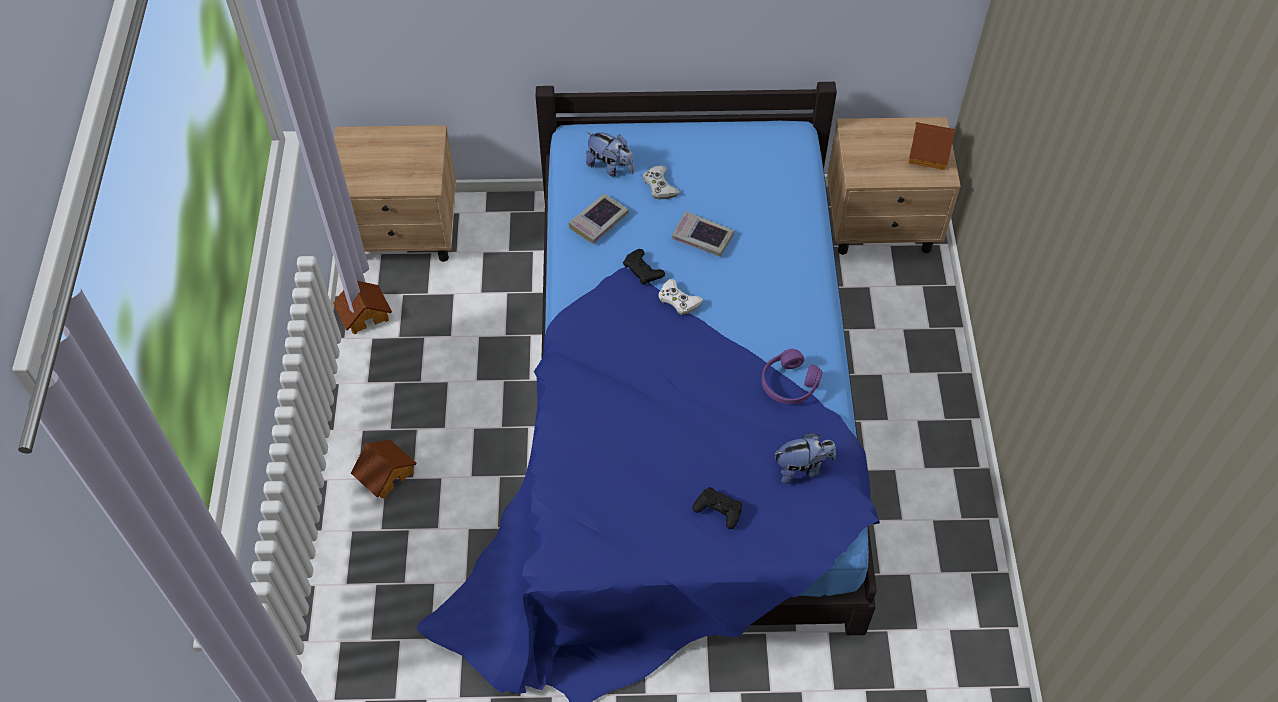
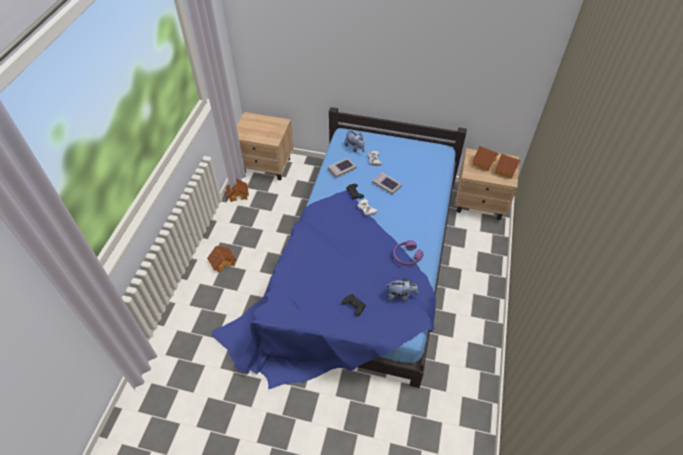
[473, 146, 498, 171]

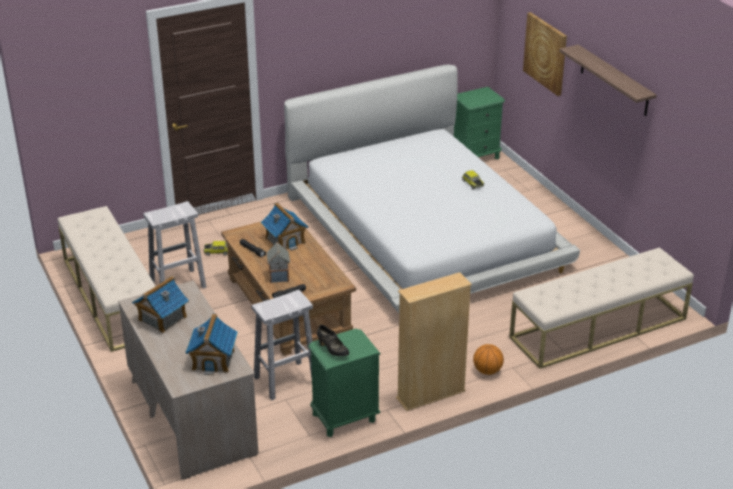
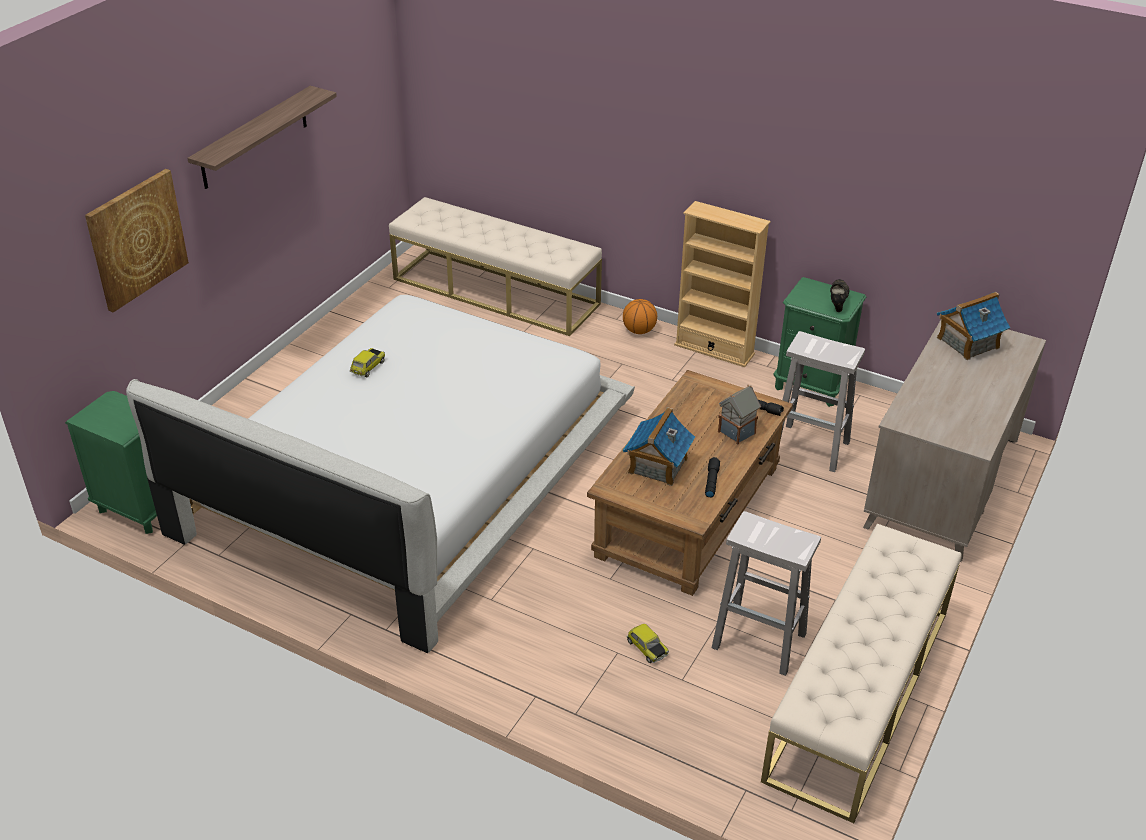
[132, 276, 189, 333] (first image)

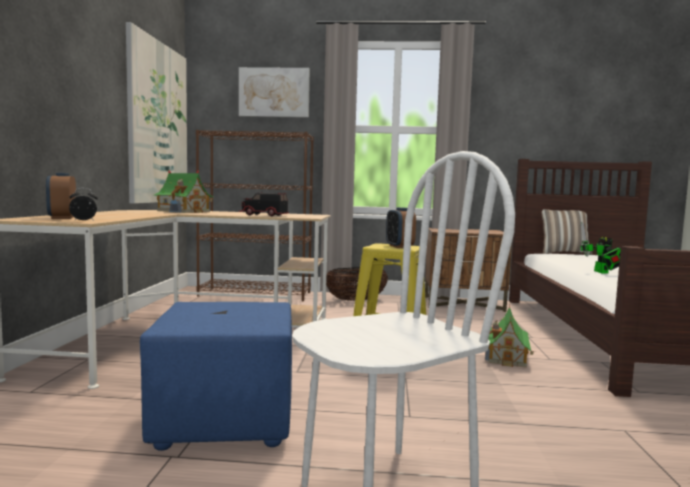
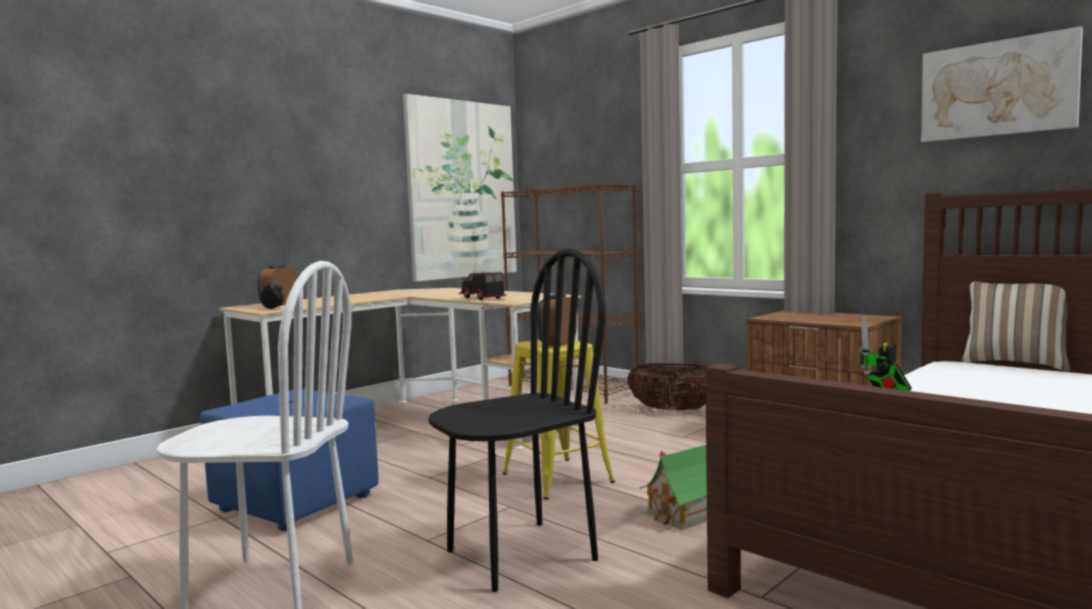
[153, 170, 213, 213] (first image)
[921, 26, 1083, 142]
[428, 248, 606, 592]

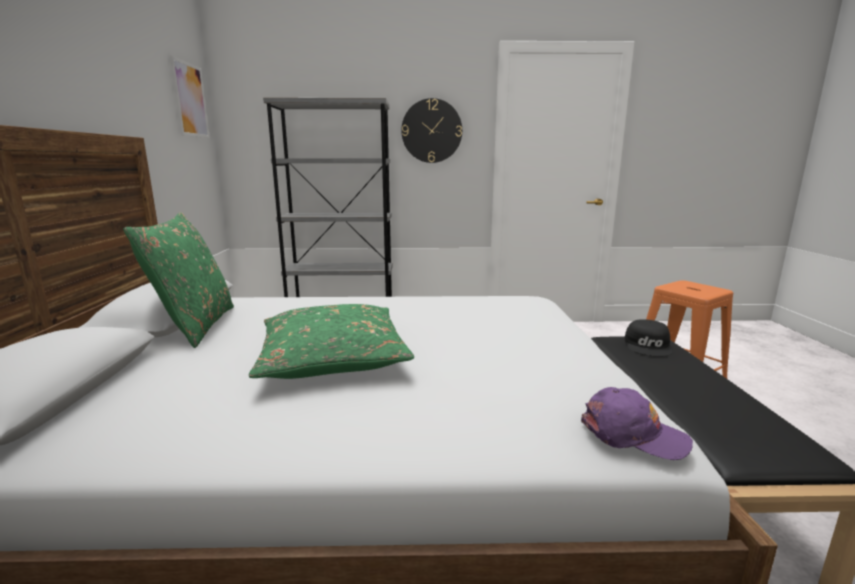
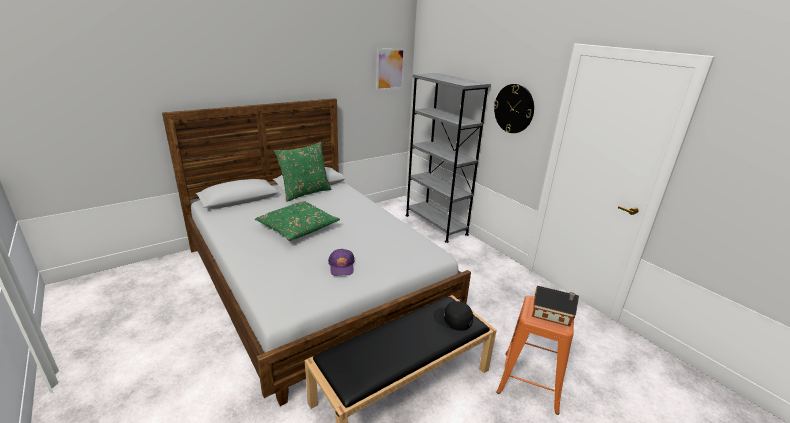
[328, 249, 355, 276]
[434, 301, 473, 331]
[532, 286, 579, 327]

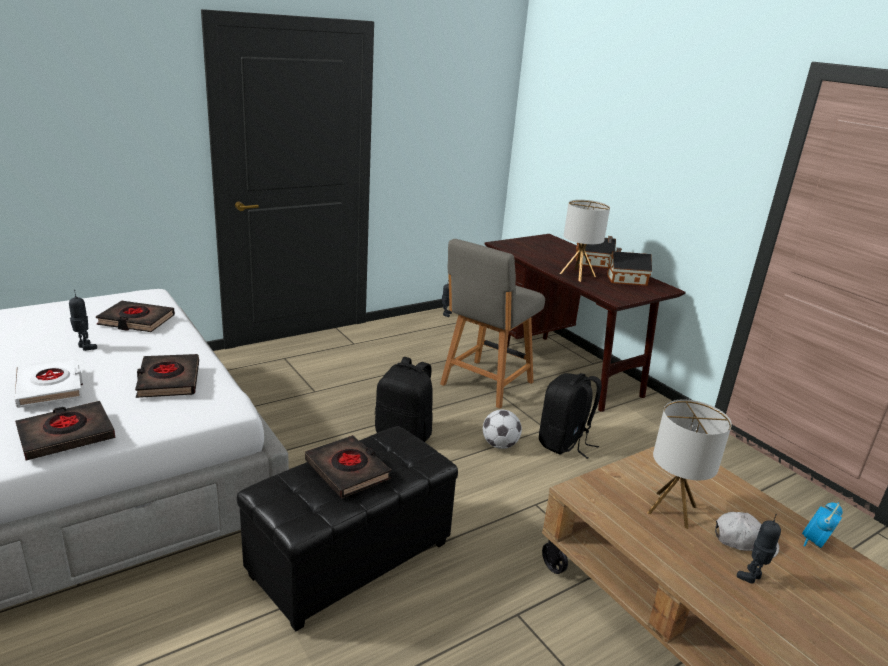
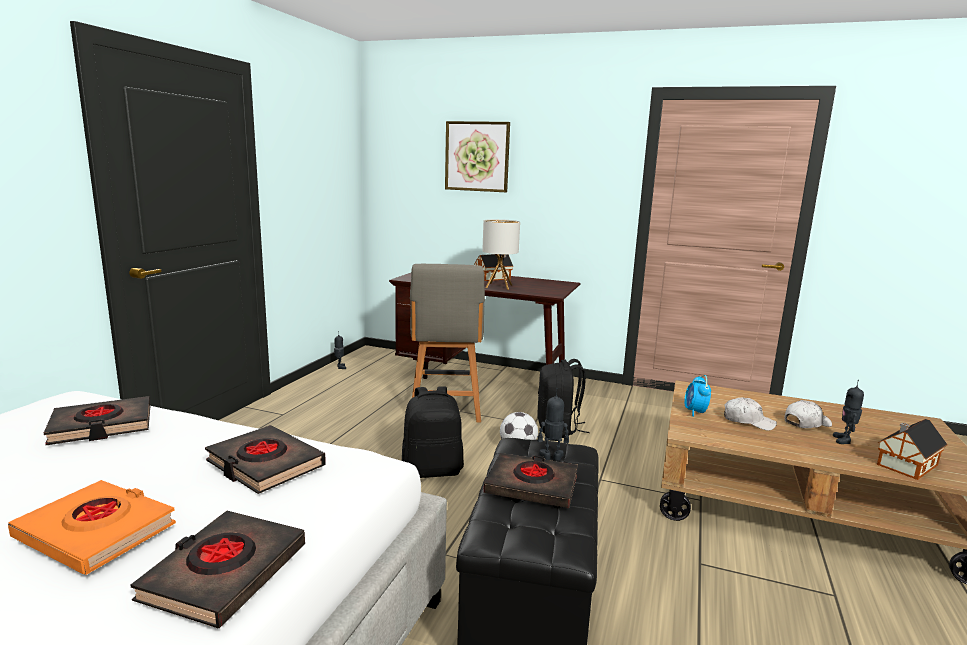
[8, 480, 176, 575]
[537, 388, 569, 461]
[877, 419, 948, 480]
[724, 397, 777, 431]
[684, 375, 711, 417]
[445, 121, 510, 192]

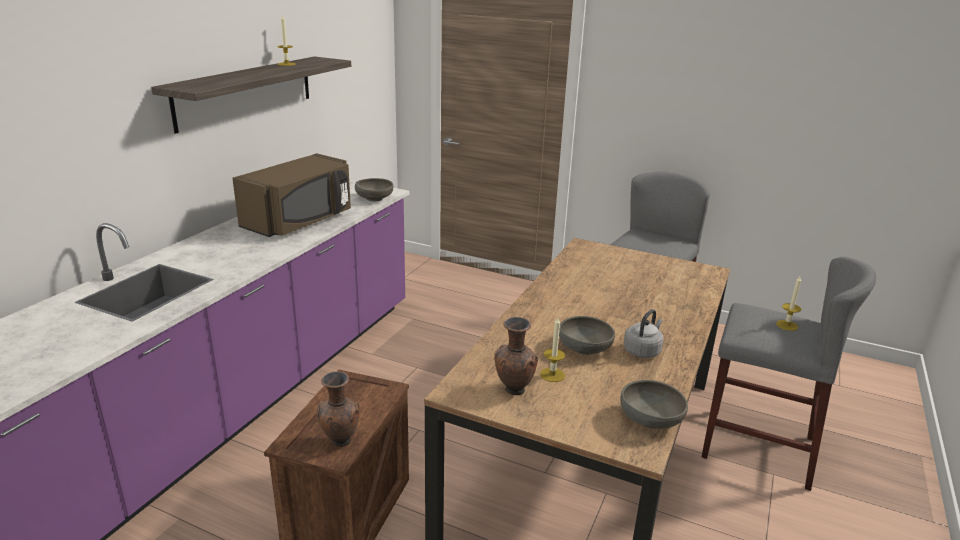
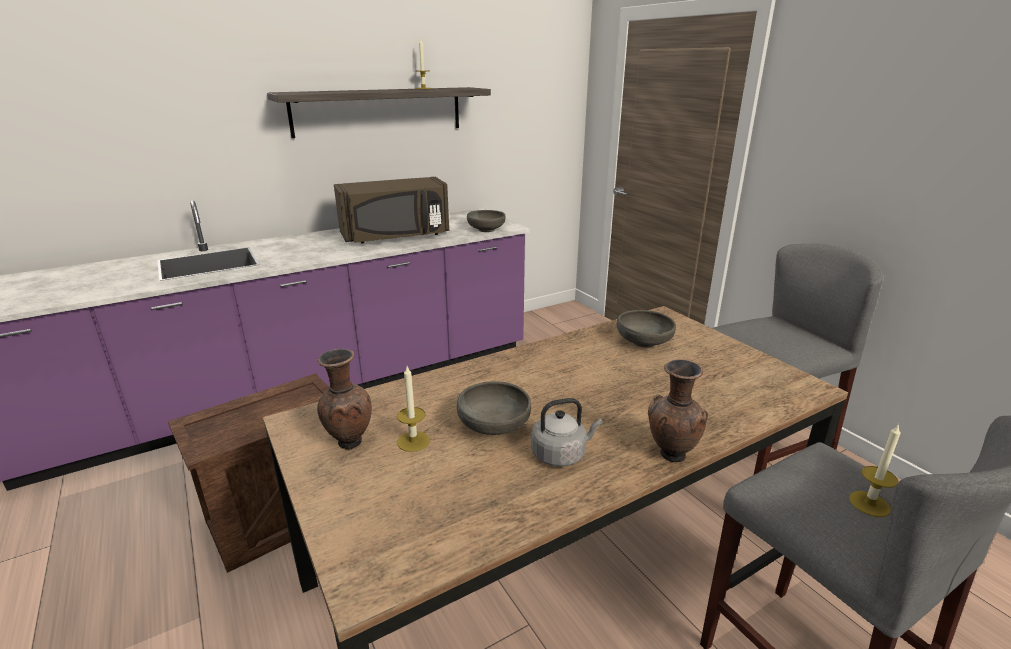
[648, 359, 708, 462]
[617, 310, 676, 347]

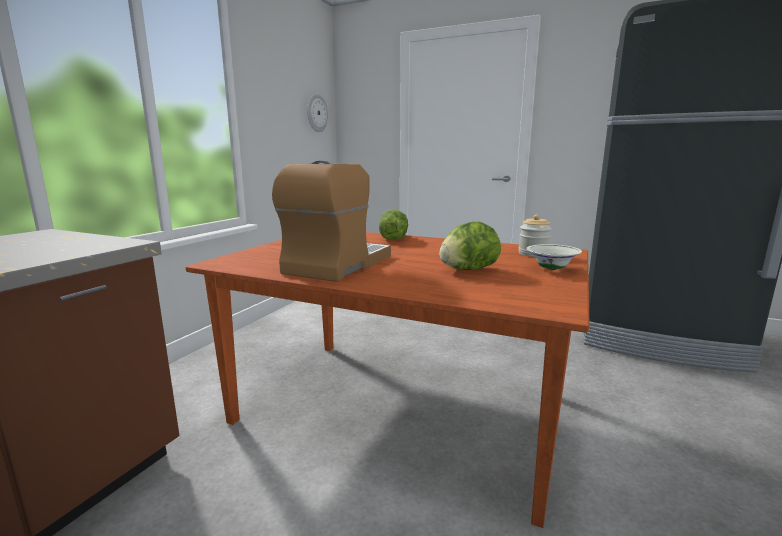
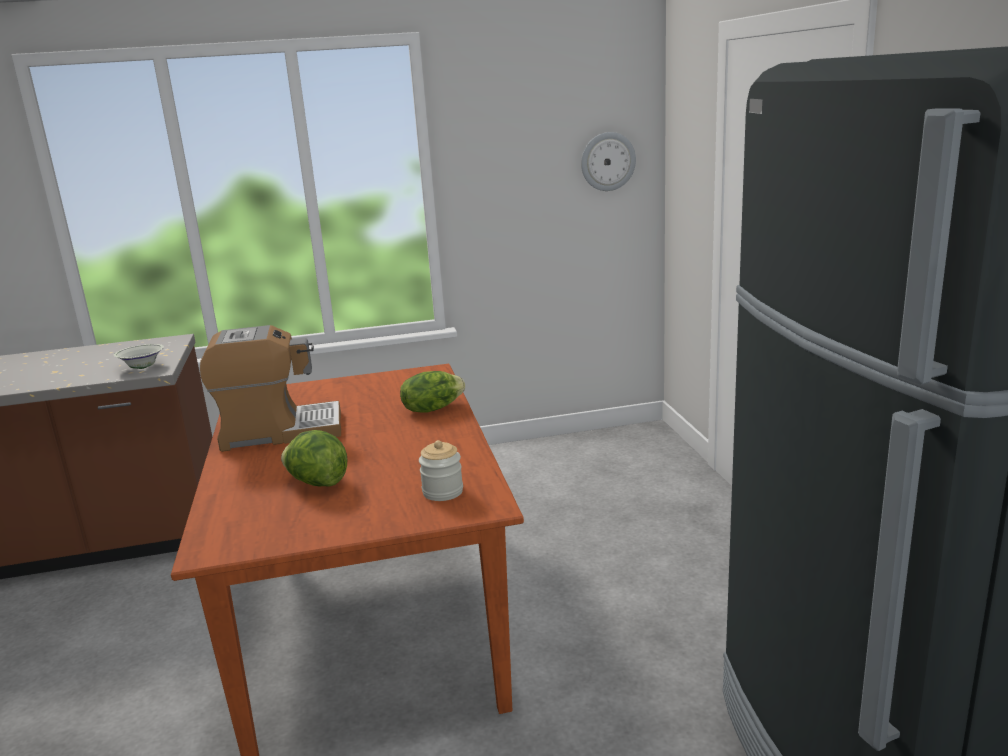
[114, 344, 164, 369]

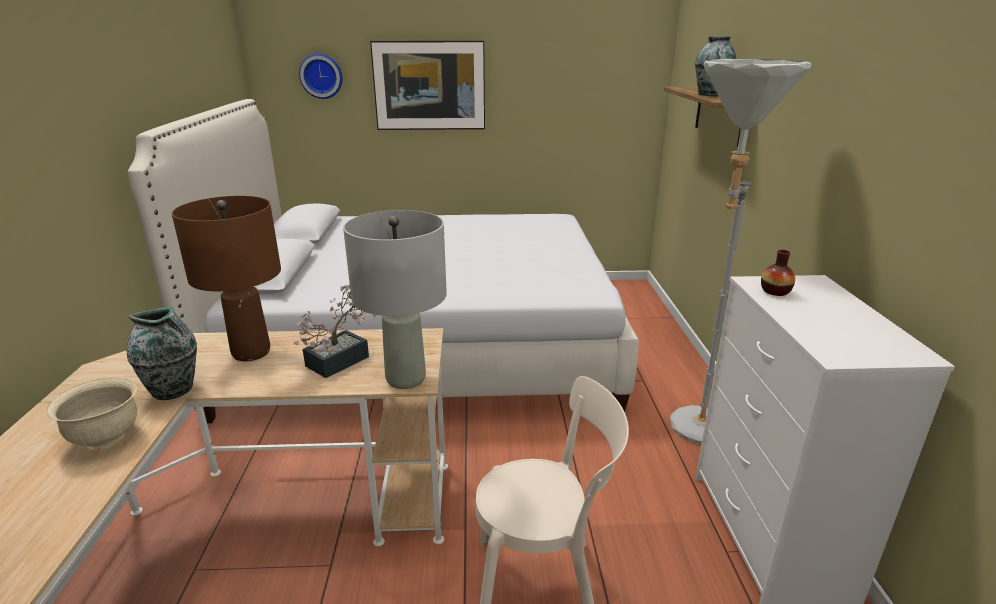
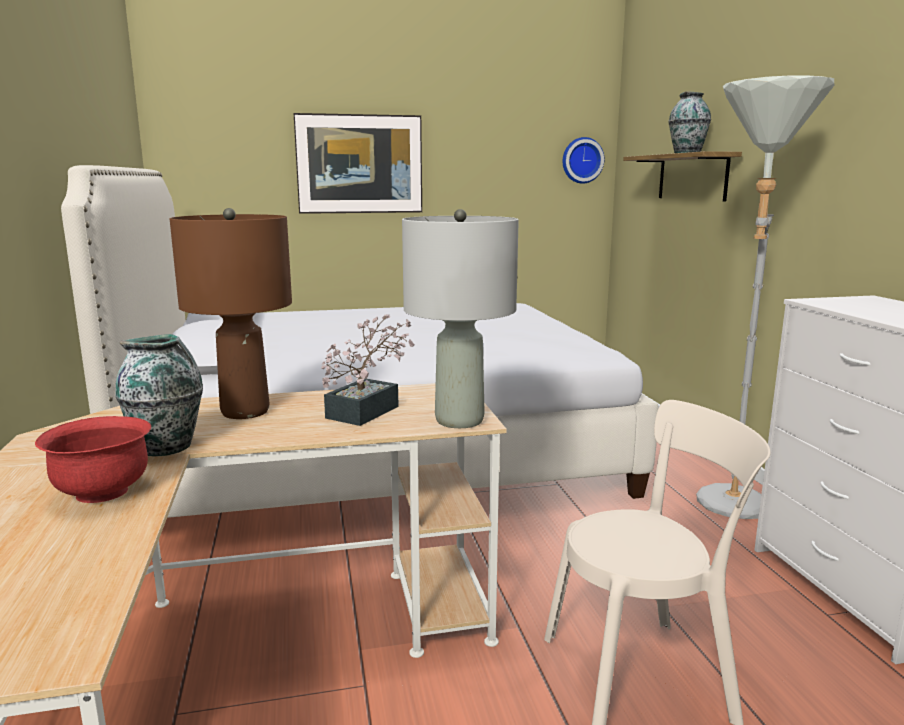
[35, 416, 151, 503]
[563, 137, 604, 184]
[761, 250, 795, 296] (first image)

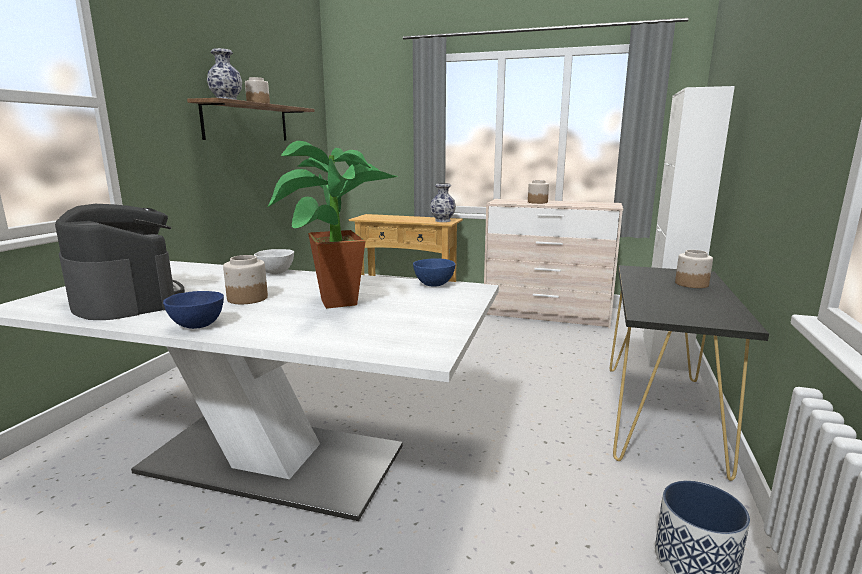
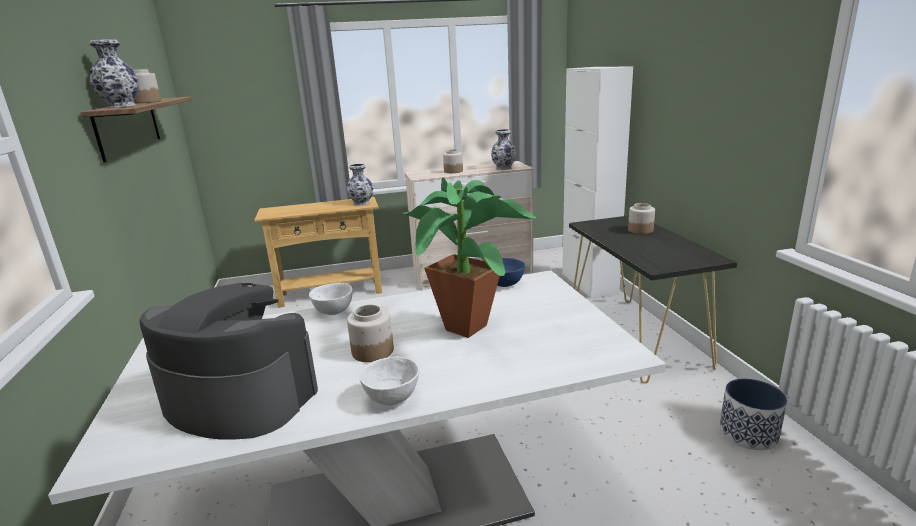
[359, 357, 419, 405]
[491, 129, 516, 170]

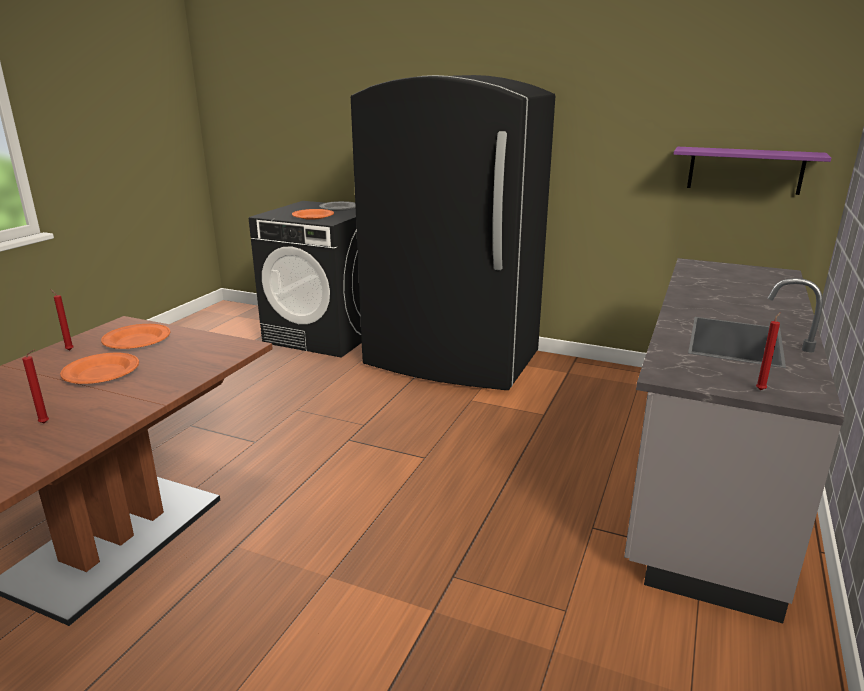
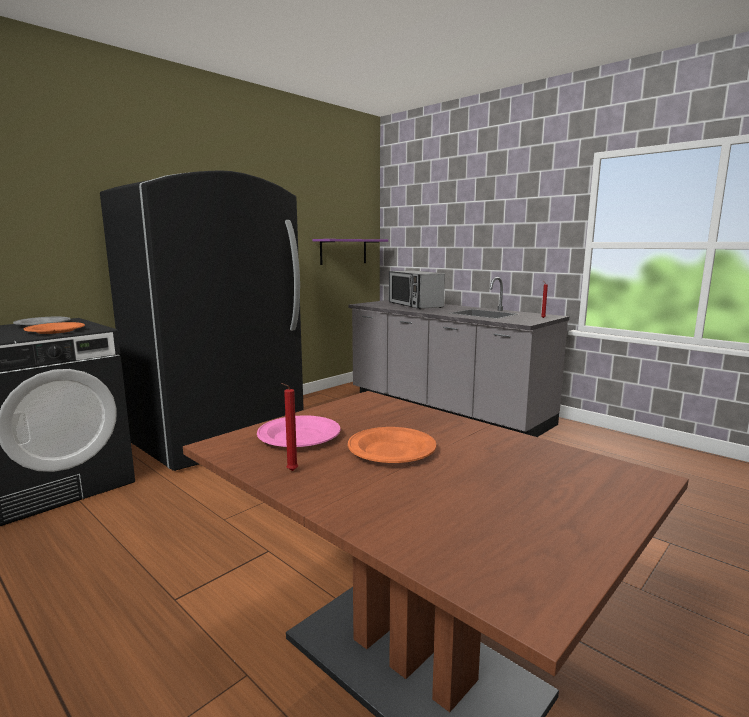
[22, 349, 49, 423] (first image)
[257, 415, 341, 447]
[389, 270, 445, 309]

